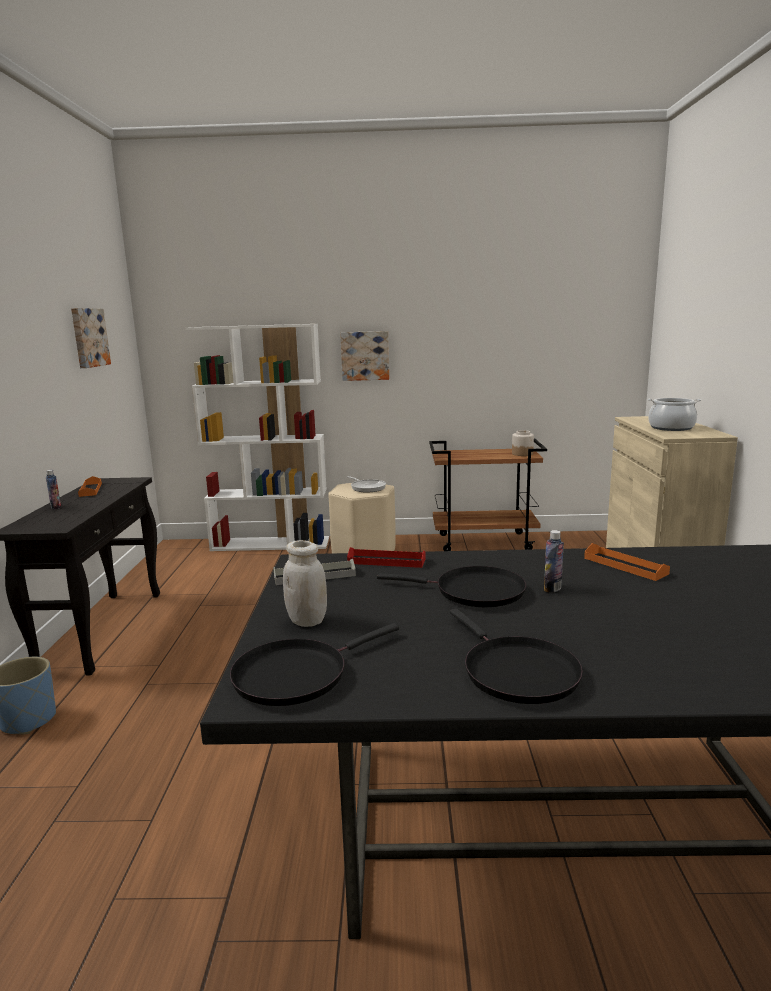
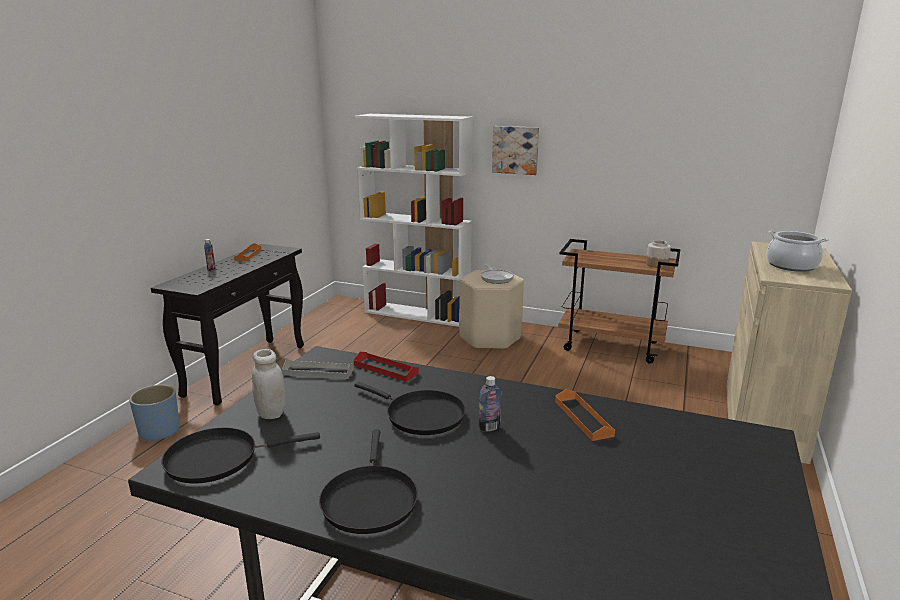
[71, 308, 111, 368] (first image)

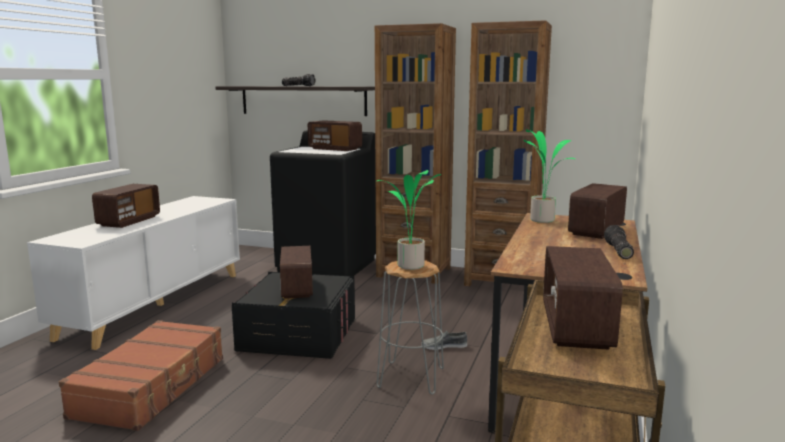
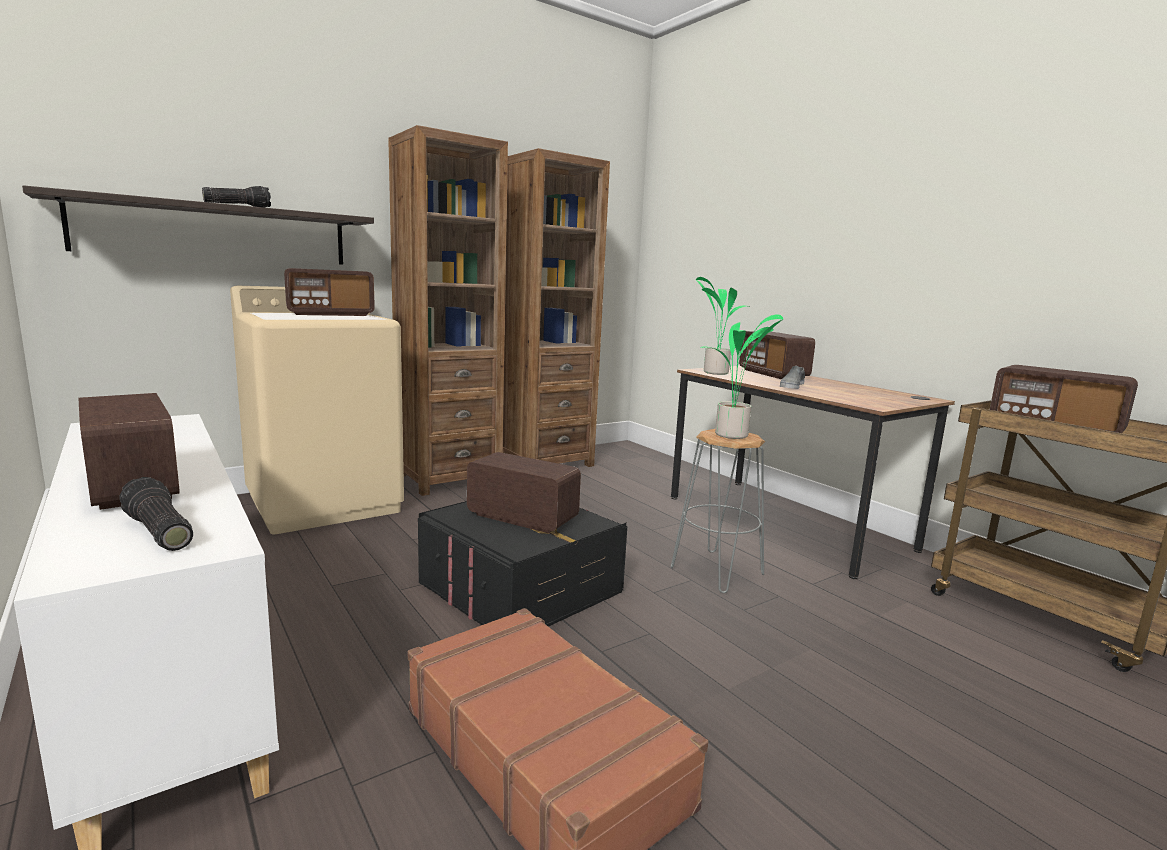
[230, 286, 404, 535]
[780, 366, 805, 389]
[119, 477, 193, 551]

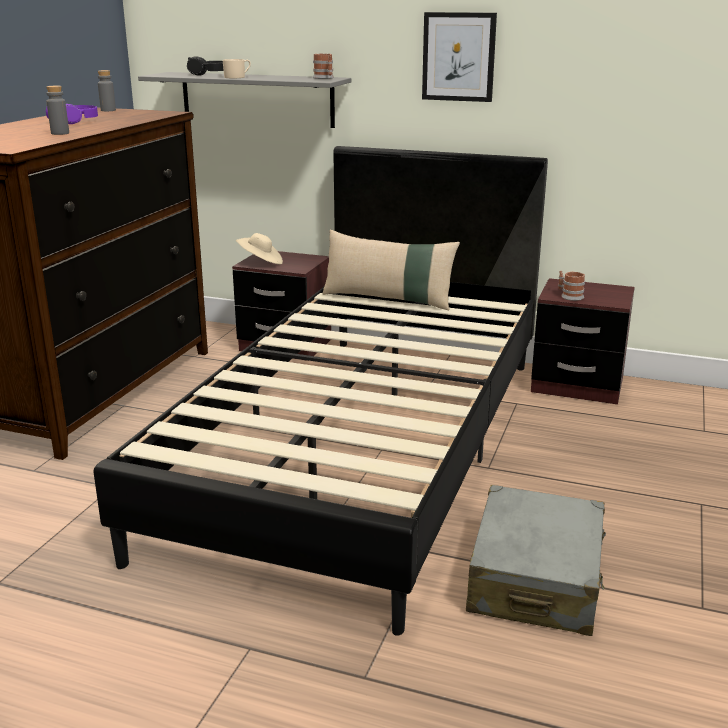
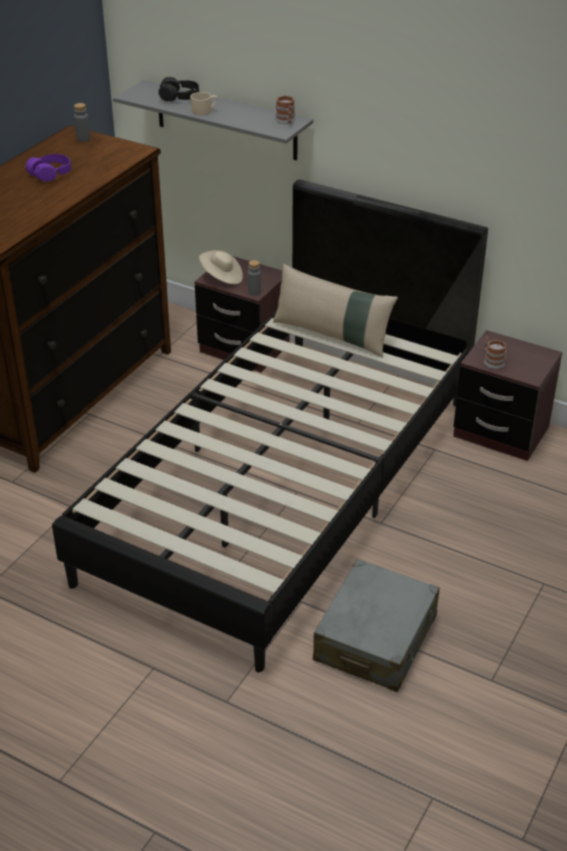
[248, 260, 261, 296]
[422, 12, 497, 102] (first image)

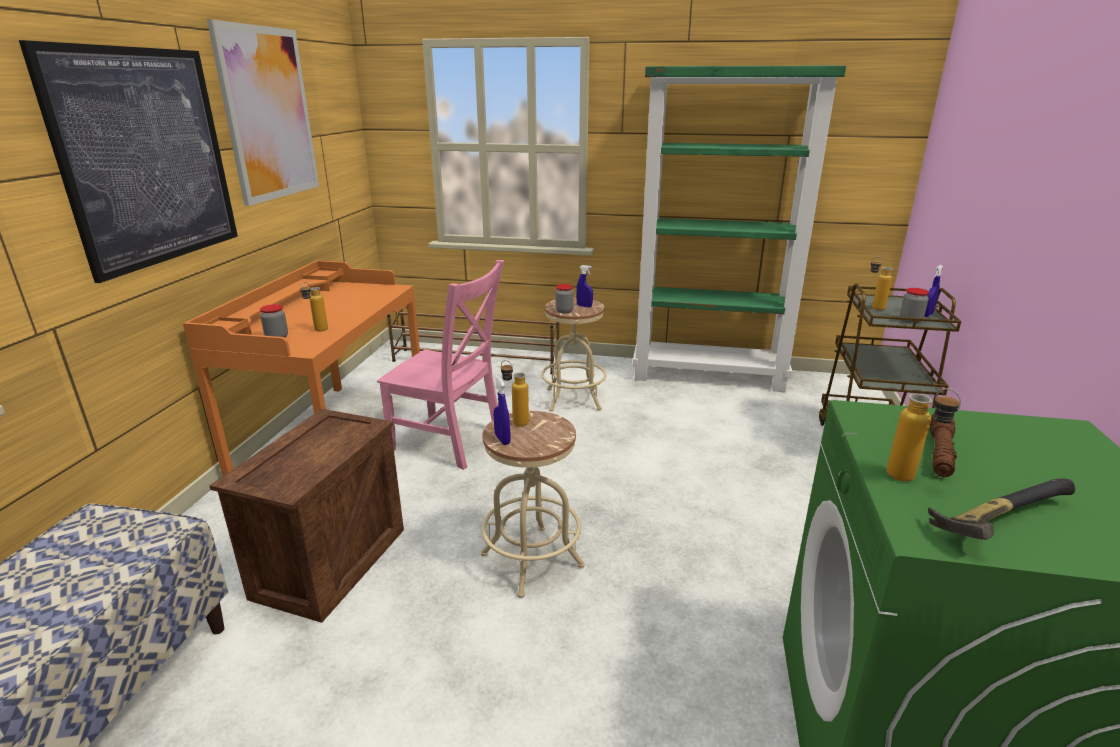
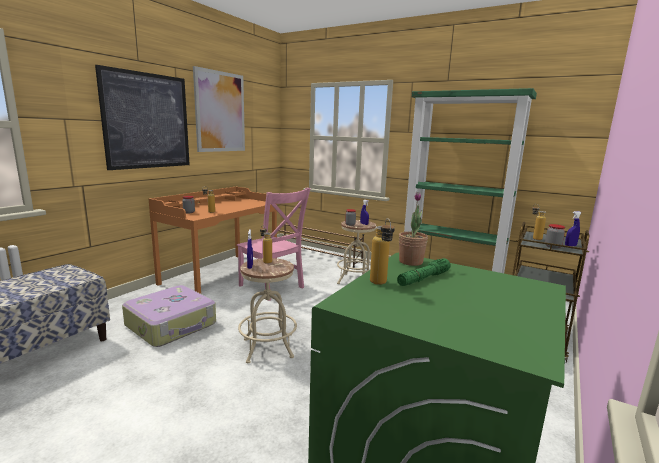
[122, 285, 216, 347]
[928, 478, 1075, 540] (first image)
[397, 258, 451, 286]
[399, 192, 428, 266]

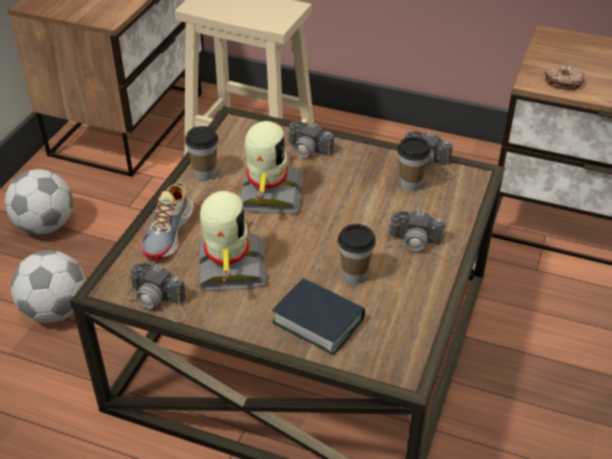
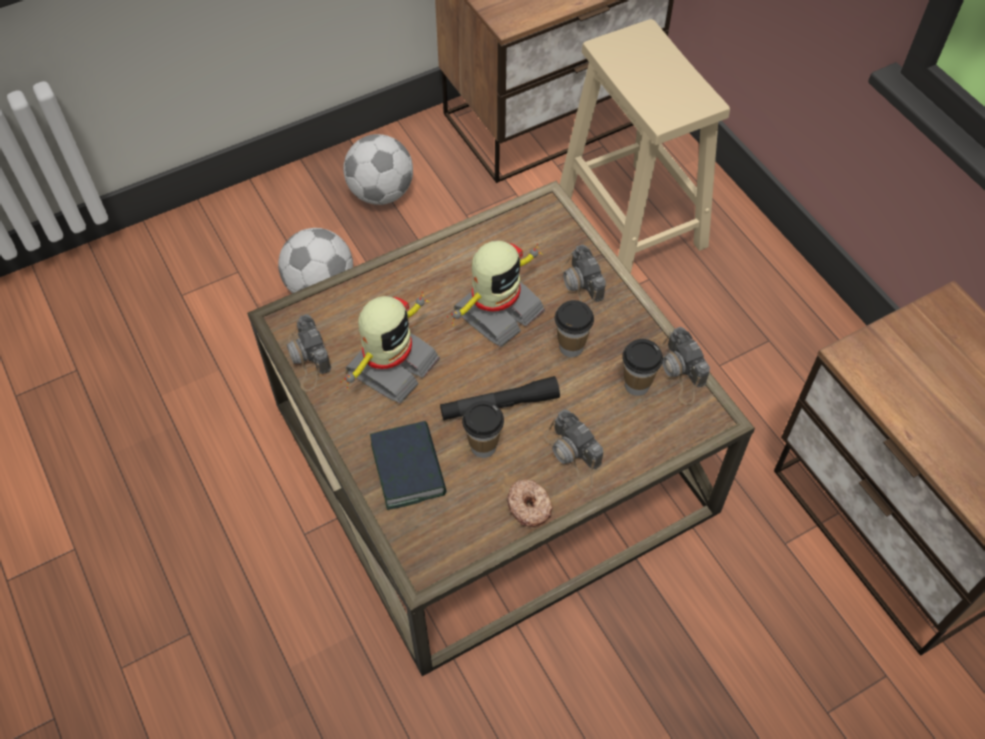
[141, 182, 194, 260] (first image)
[555, 300, 594, 357]
[507, 479, 553, 527]
[440, 376, 560, 420]

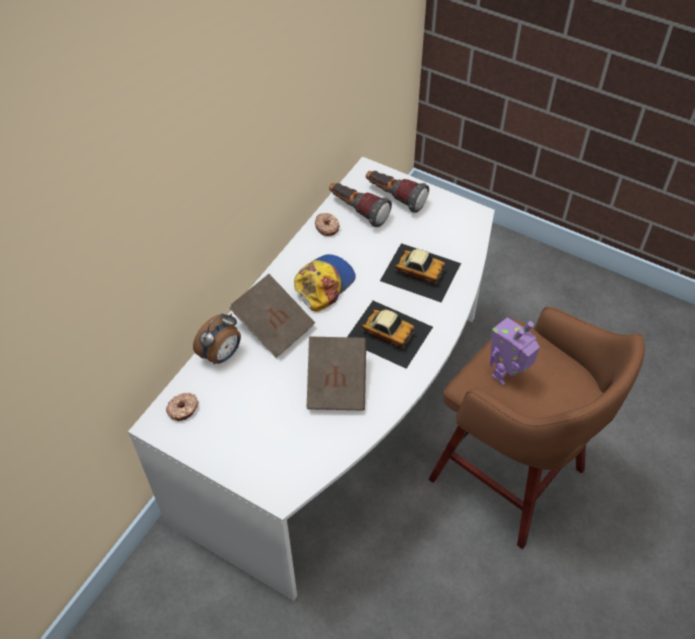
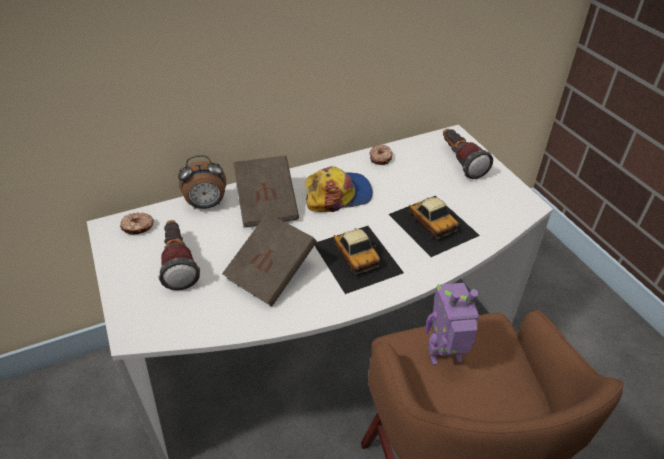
[158, 220, 200, 290]

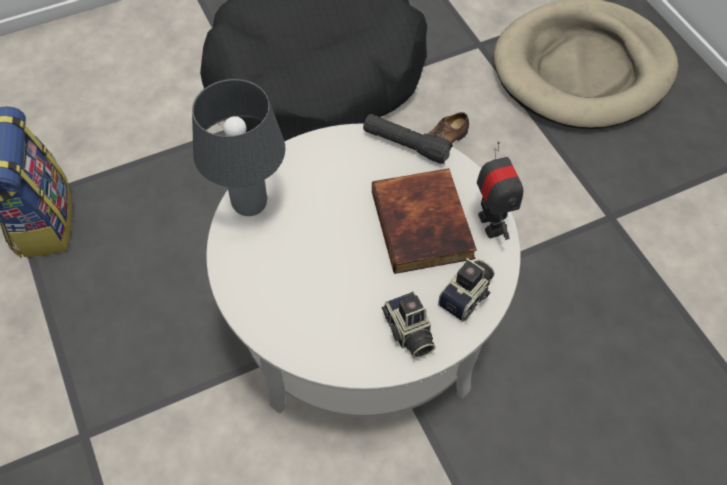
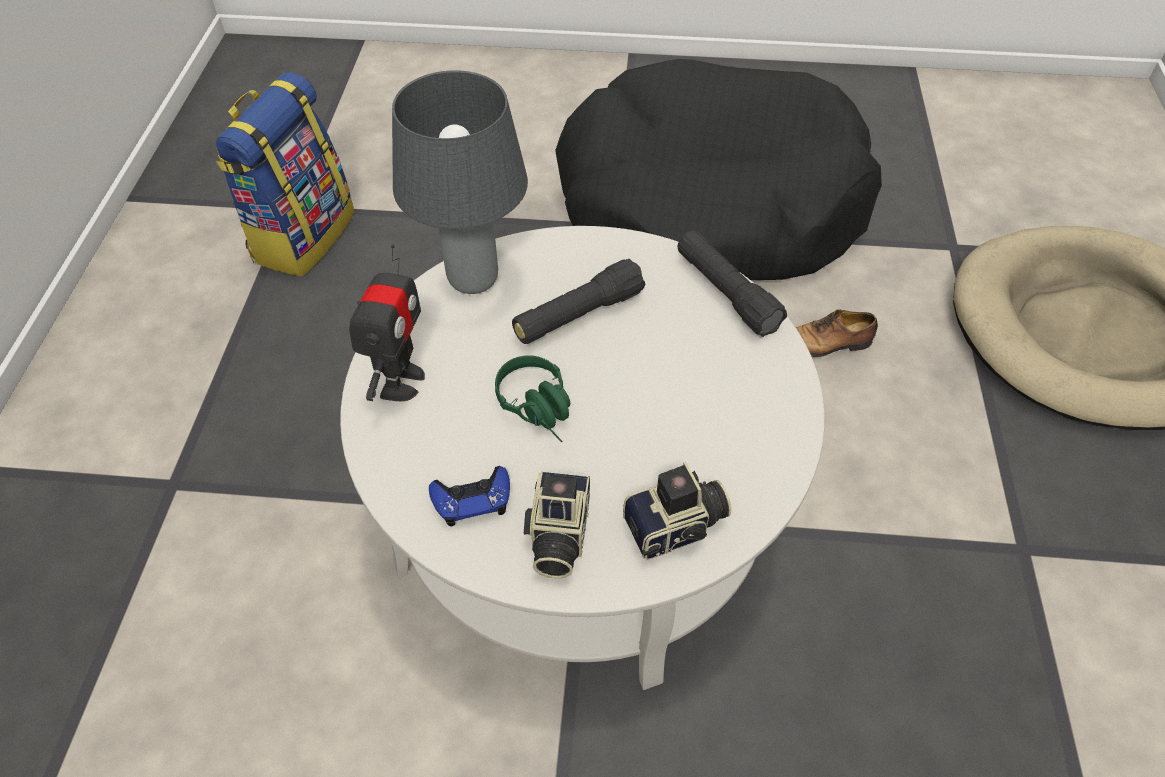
[372, 168, 477, 274] (first image)
[349, 244, 425, 401]
[429, 466, 510, 526]
[495, 355, 570, 442]
[512, 259, 645, 344]

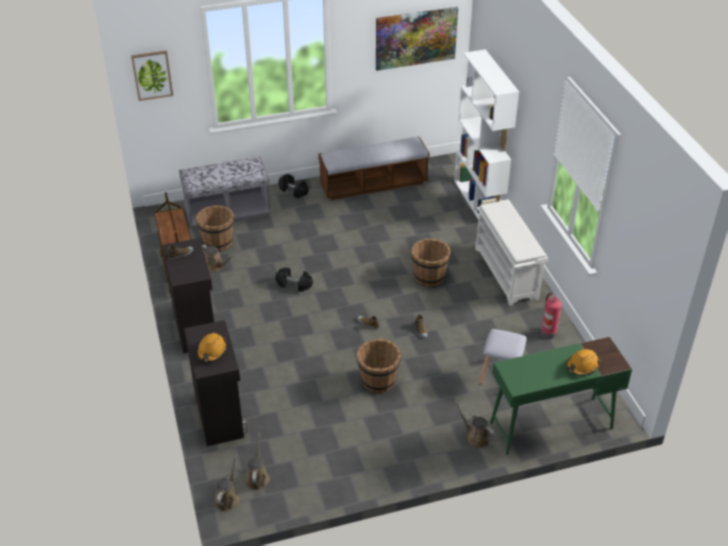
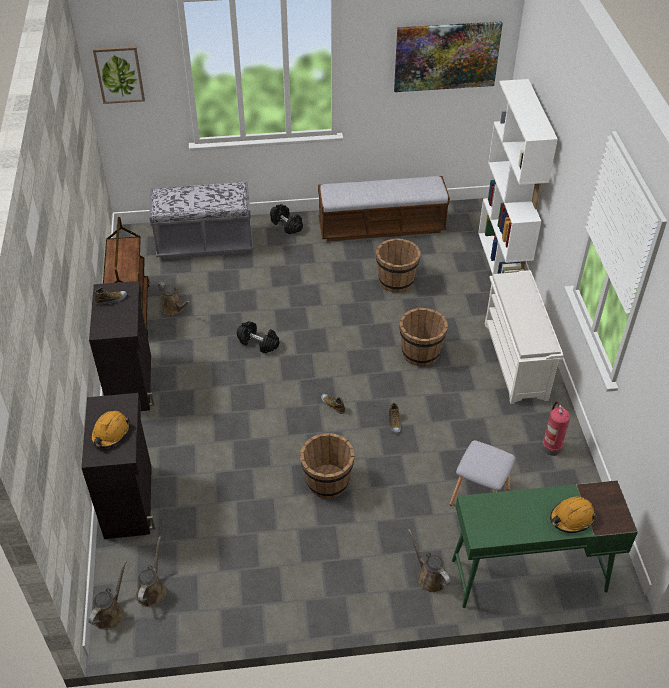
[376, 238, 421, 293]

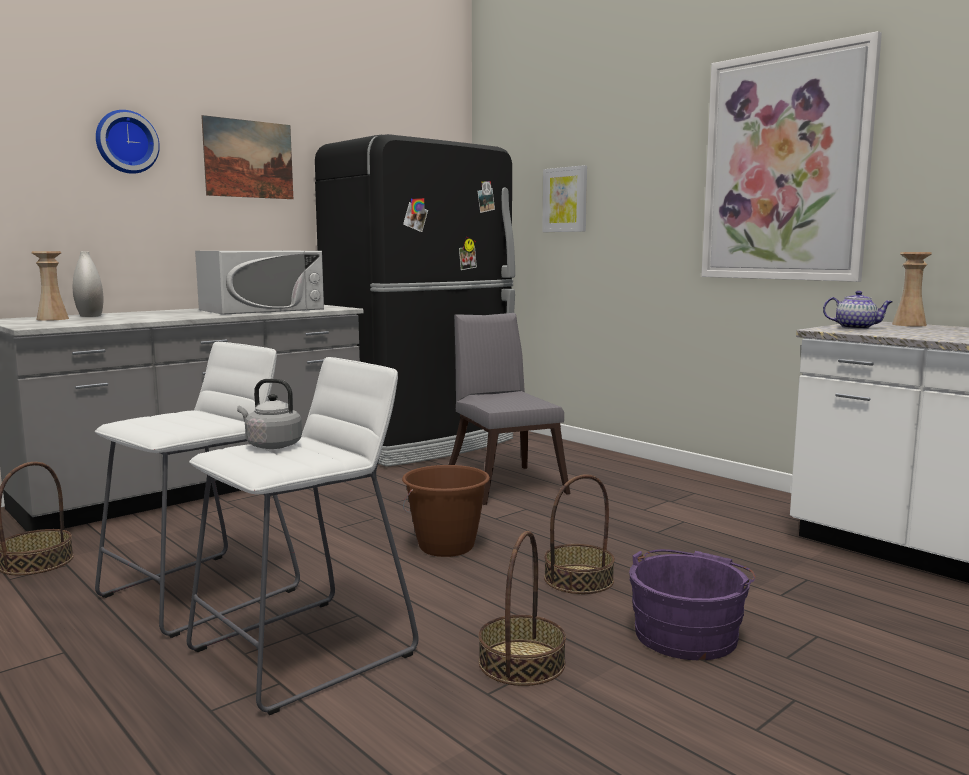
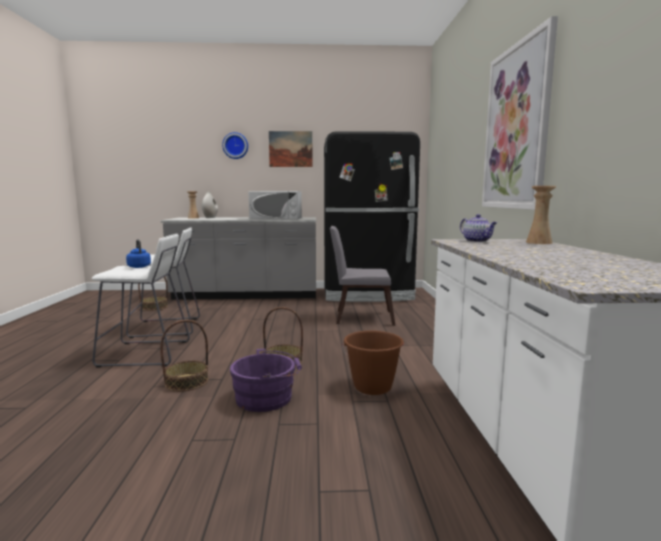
[126, 239, 151, 268]
[342, 331, 404, 395]
[330, 226, 396, 326]
[542, 165, 587, 232] (first image)

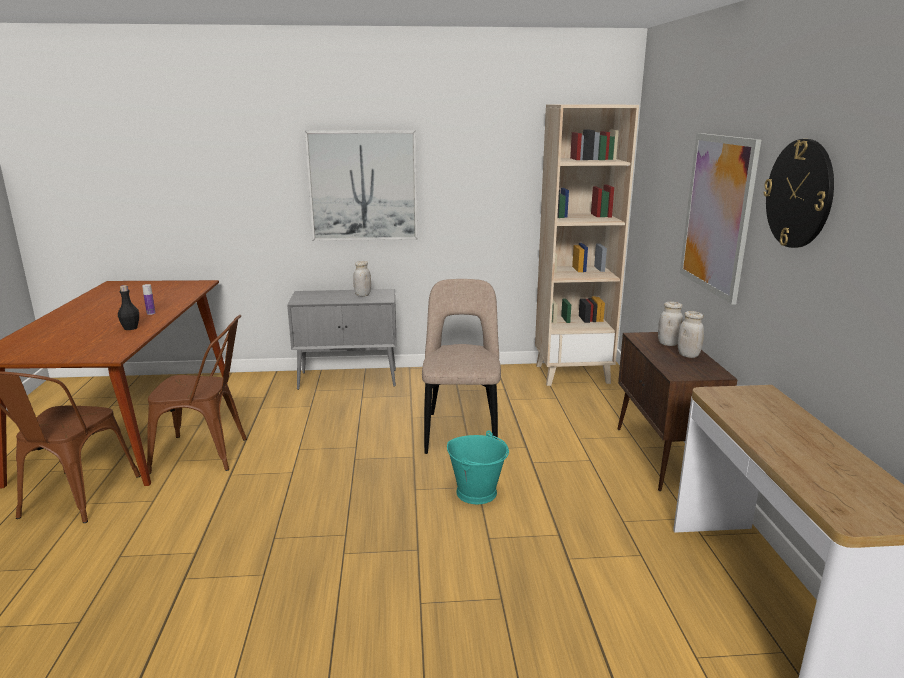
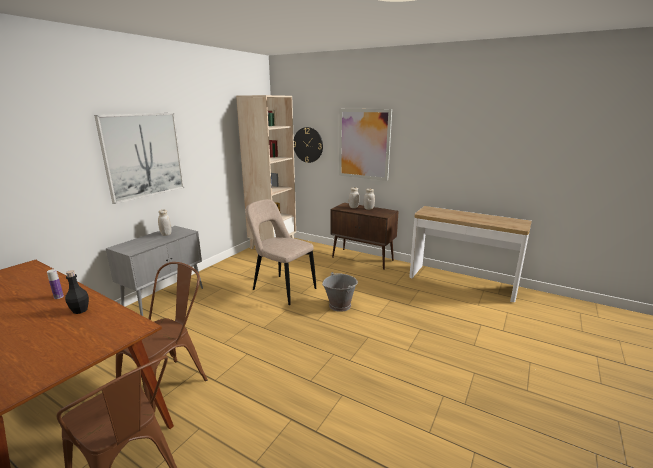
[322, 272, 358, 312]
[294, 127, 323, 163]

